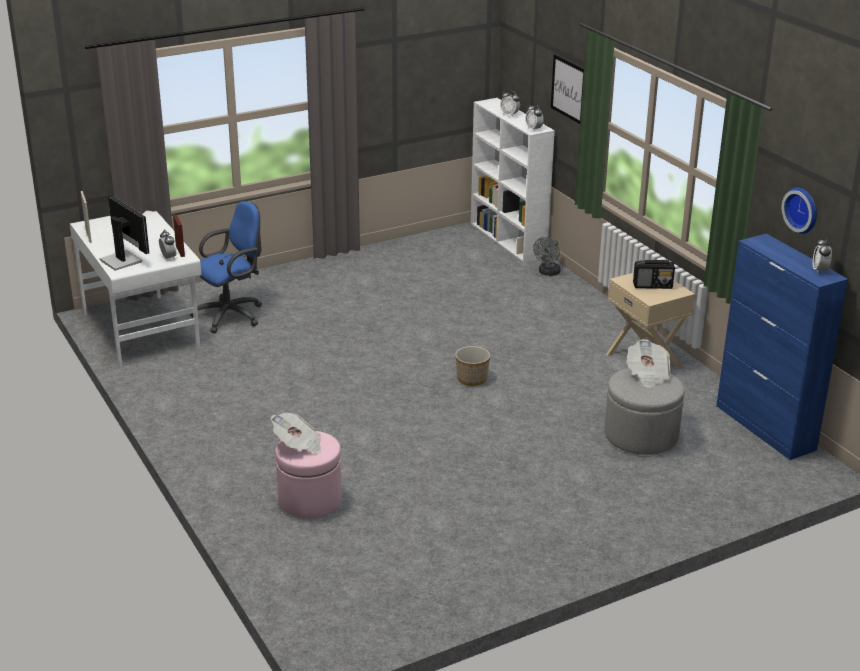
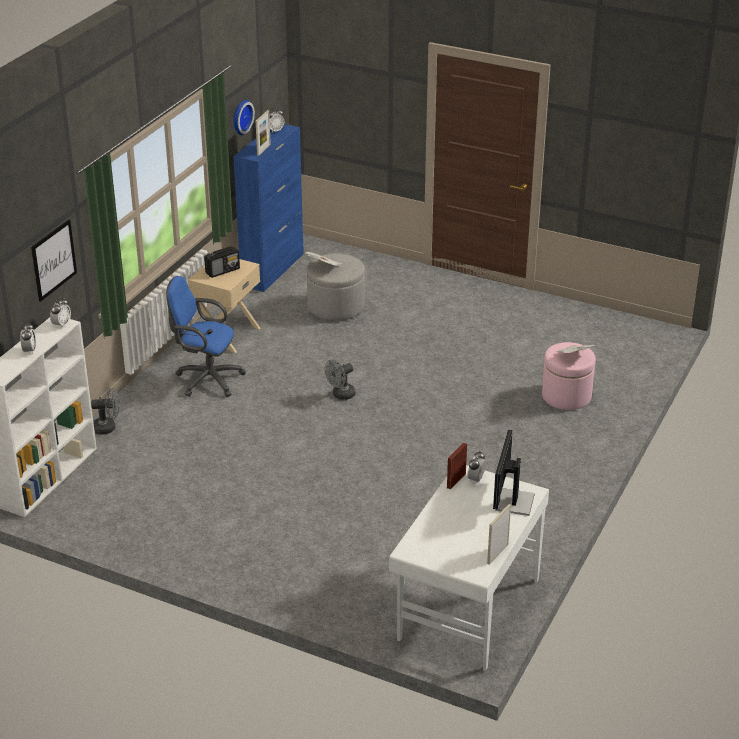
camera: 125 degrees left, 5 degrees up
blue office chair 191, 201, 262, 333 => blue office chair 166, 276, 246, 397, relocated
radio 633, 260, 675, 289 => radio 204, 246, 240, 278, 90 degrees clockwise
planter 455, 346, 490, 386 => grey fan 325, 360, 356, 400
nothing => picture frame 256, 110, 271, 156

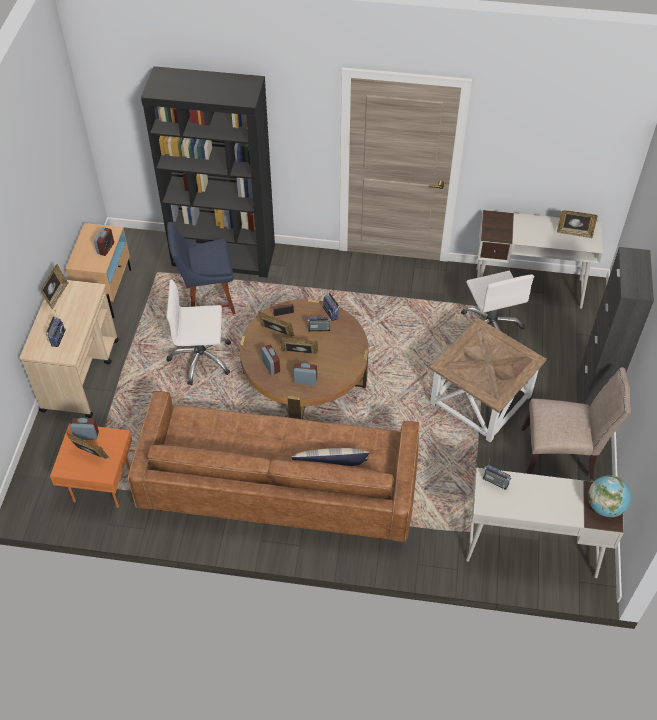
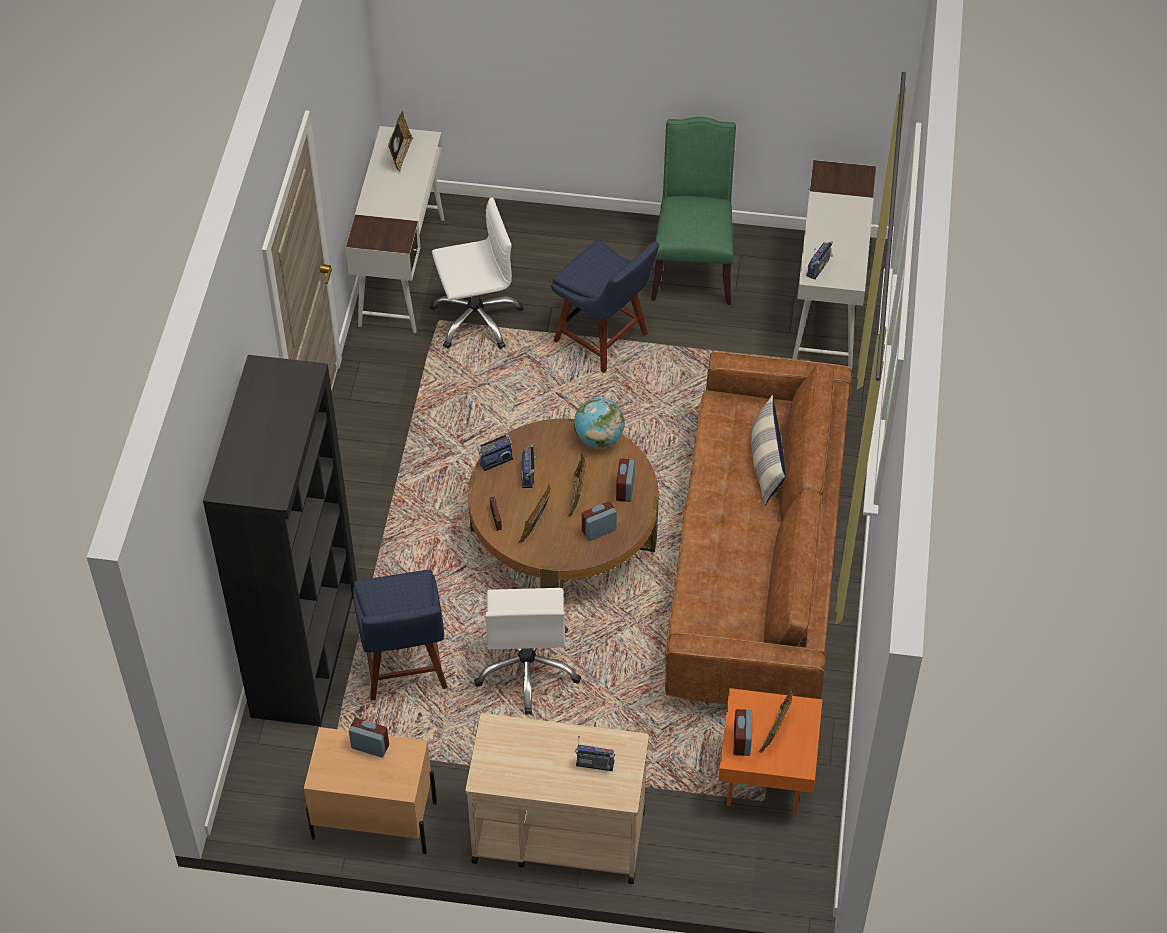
camera: 90 degrees left, 0 degrees up
black cabinet 578, 247, 654, 406 => nothing
picture frame 41, 264, 69, 309 => nothing
brown side table 430, 318, 547, 442 => blue chair 551, 240, 659, 373
beige chair 521, 367, 631, 479 => green chair 651, 117, 736, 305
globe 588, 476, 631, 517 => globe 574, 398, 625, 449, relocated

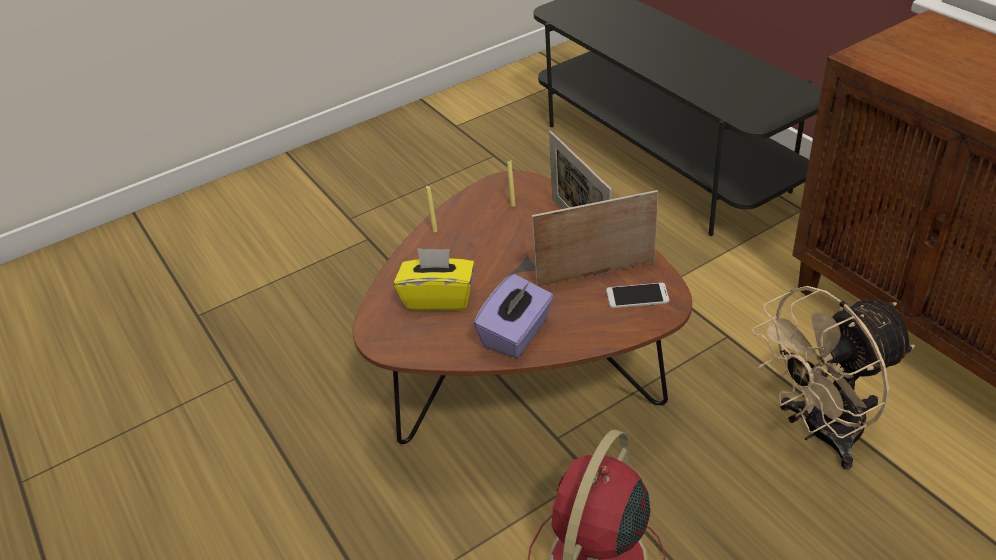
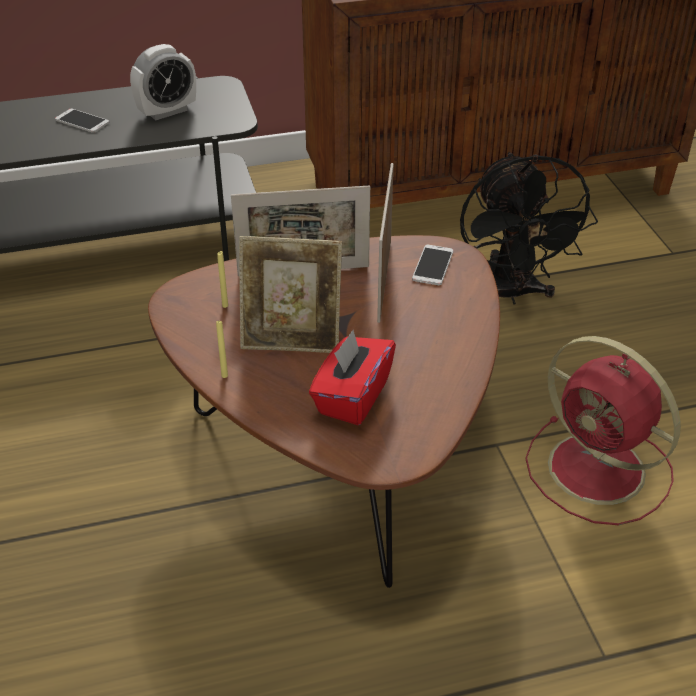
camera: 75 degrees left, 0 degrees up
yellow tissue box 394, 248, 475, 311 => red tissue box 309, 330, 396, 425
purple tissue box 473, 274, 553, 358 => nothing
beige fan 752, 286, 915, 470 => black fan 460, 152, 598, 305
nothing => alarm clock 130, 44, 196, 121
nothing => phone 55, 108, 109, 133
nothing => picture frame 239, 236, 342, 353

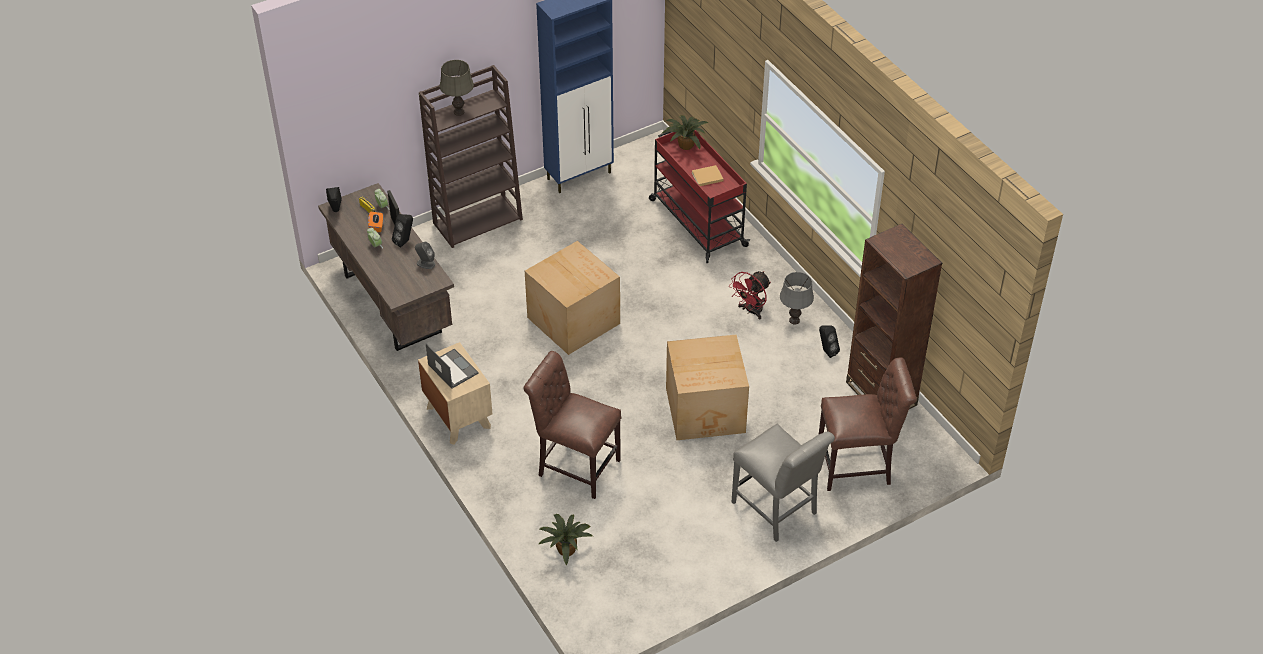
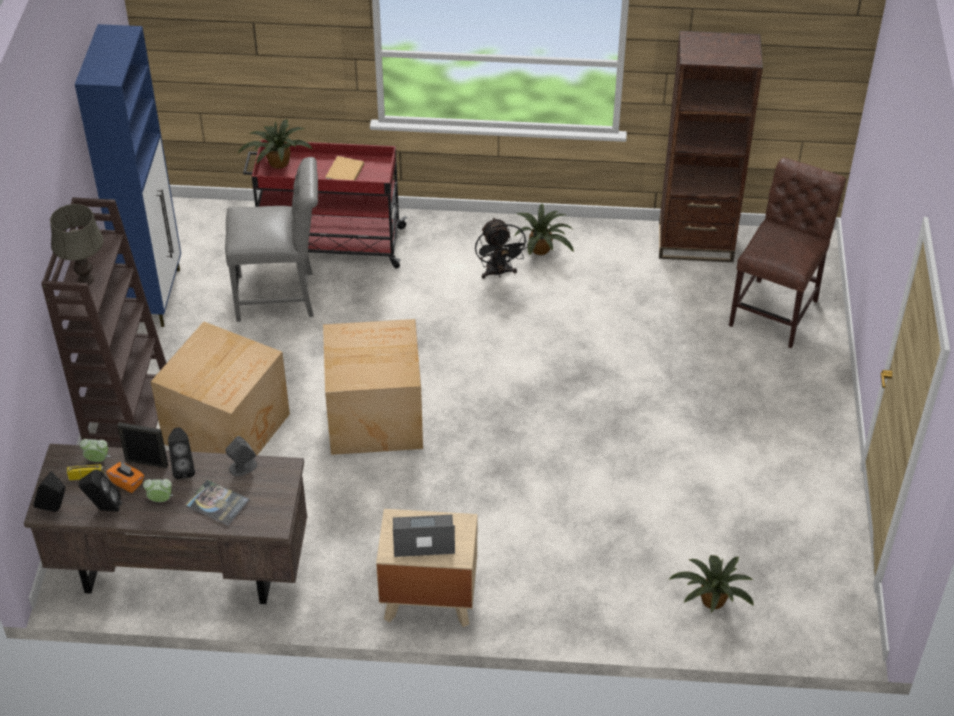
camera: 55 degrees left, 0 degrees up
red fan 729, 271, 771, 320 => black fan 475, 217, 528, 279
grey table lamp 780, 272, 814, 325 => potted plant 515, 204, 574, 255
black speaker 819, 325, 840, 358 => black speaker 79, 470, 122, 512, relocated
cardboard box 666, 335, 749, 440 => cardboard box 151, 321, 290, 455, relocated
brown chair 524, 351, 621, 499 => nothing
grey chair 732, 424, 835, 542 => grey chair 225, 157, 318, 322, relocated
nothing => book 185, 480, 250, 526

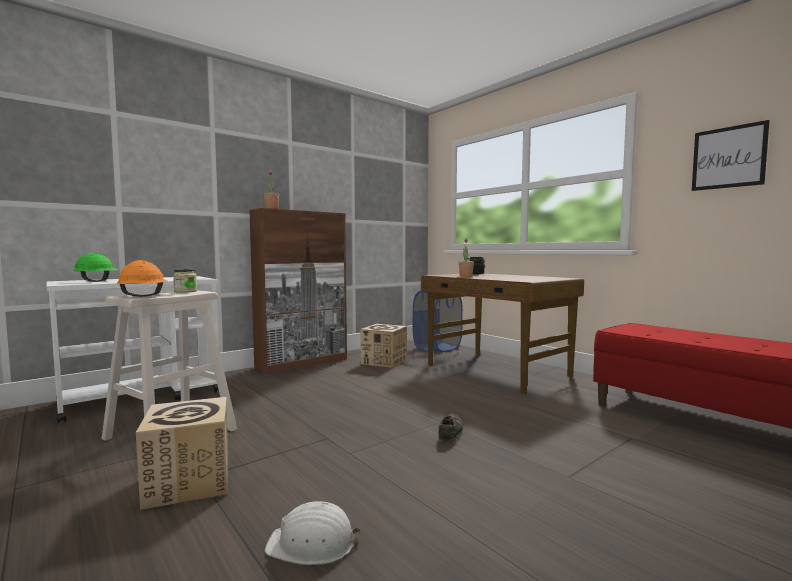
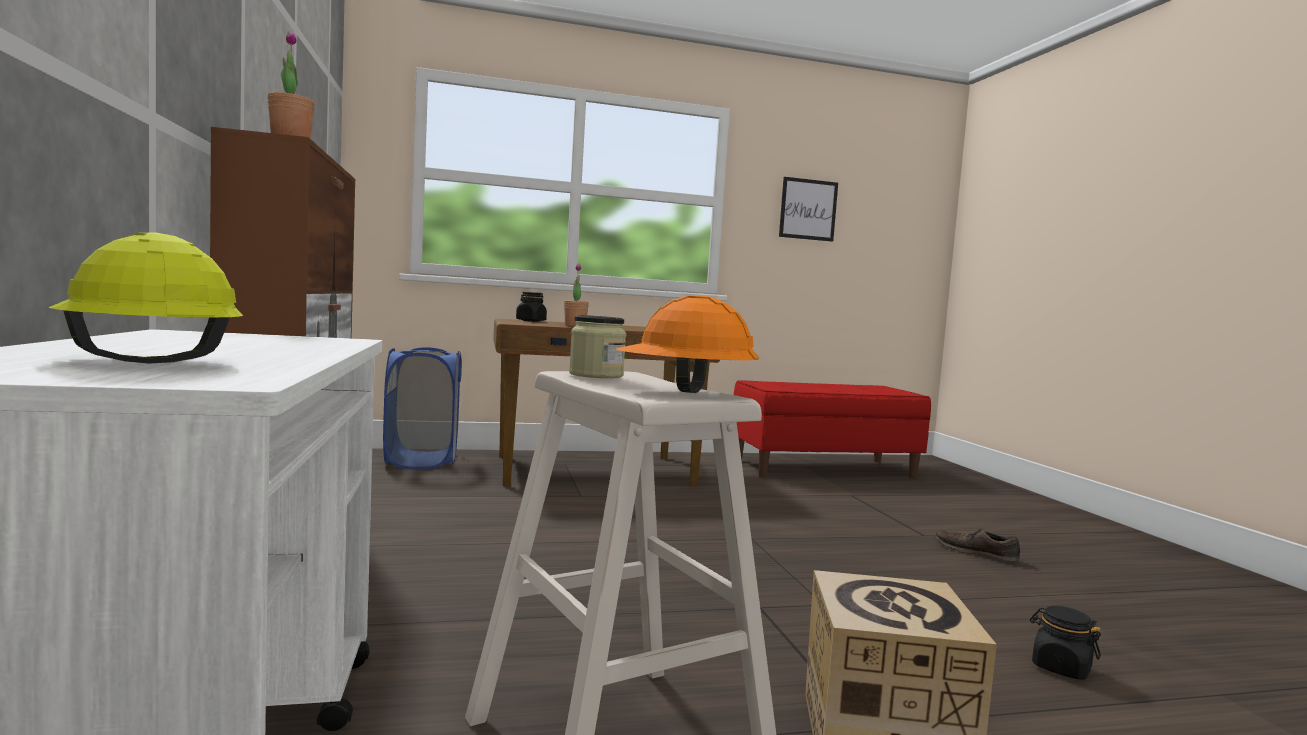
camera: 65 degrees left, 0 degrees up
green hard hat 73, 253, 120, 282 => yellow hard hat 48, 233, 243, 363
cardboard box 360, 324, 407, 368 => nothing
brown shoe 438, 414, 463, 442 => brown shoe 935, 528, 1020, 562, relocated
white hard hat 265, 501, 361, 565 => black jar 1030, 606, 1101, 680

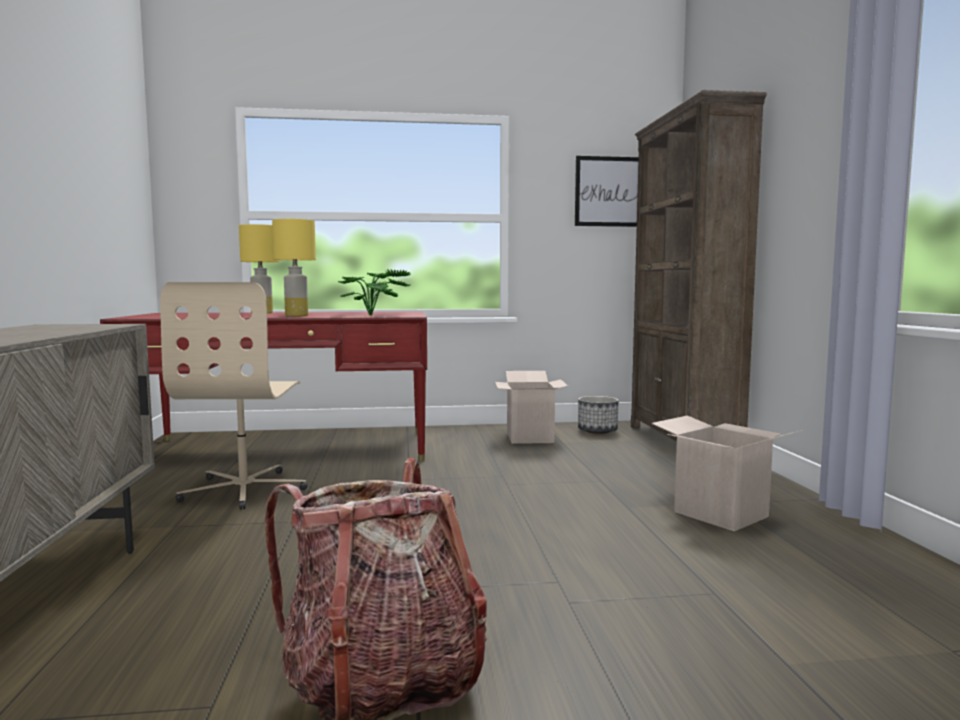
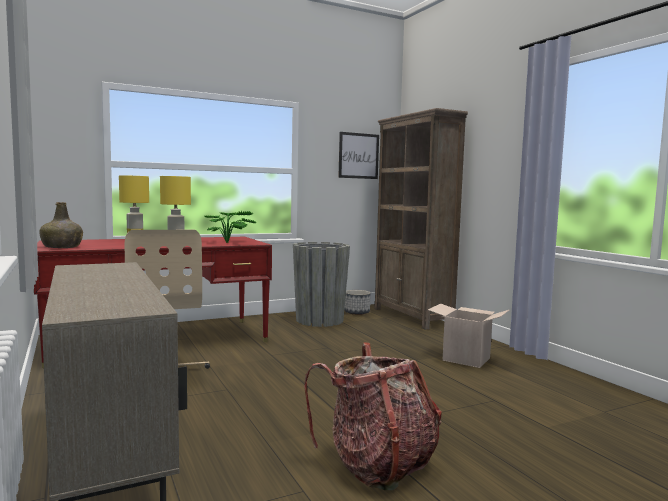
camera: 20 degrees left, 0 degrees up
cardboard box 495, 371, 568, 444 => grey planter 293, 242, 350, 327
nothing => green bottle 40, 202, 83, 248

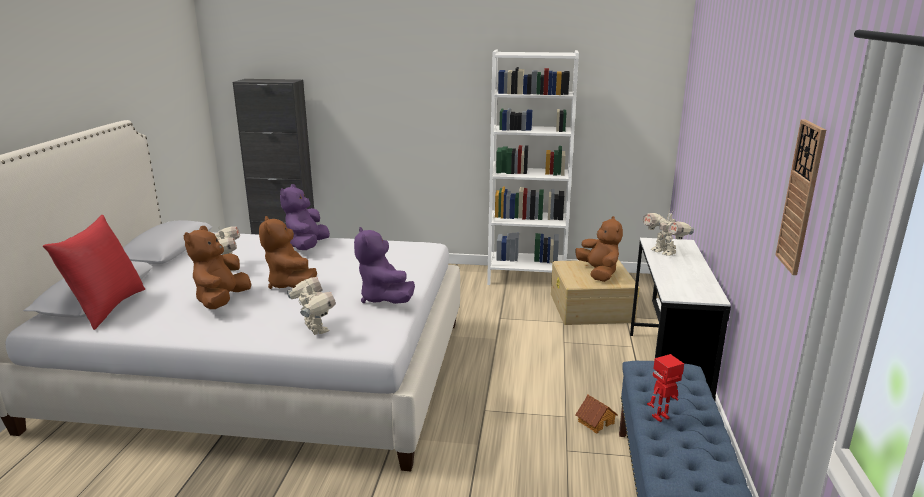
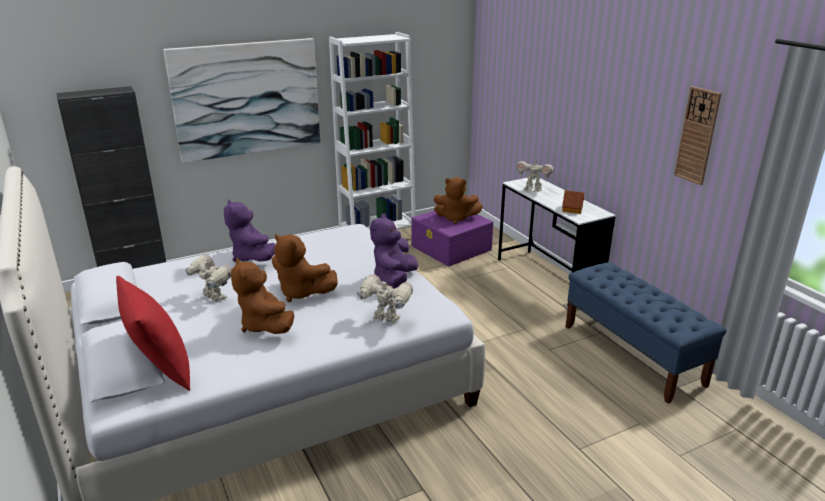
camera: 35 degrees left, 5 degrees up
brown plush toy 575, 216, 623, 282 => brown plush toy 434, 177, 483, 224, 150 degrees clockwise
purple plush toy 354, 227, 415, 304 => purple plush toy 370, 213, 418, 288, 75 degrees clockwise
beige storage box 551, 260, 640, 325 => purple storage box 411, 211, 493, 266
toy robot 647, 354, 684, 422 => nothing
toy house 575, 395, 618, 433 => toy house 562, 190, 585, 214, relocated
nothing => picture 163, 38, 320, 163

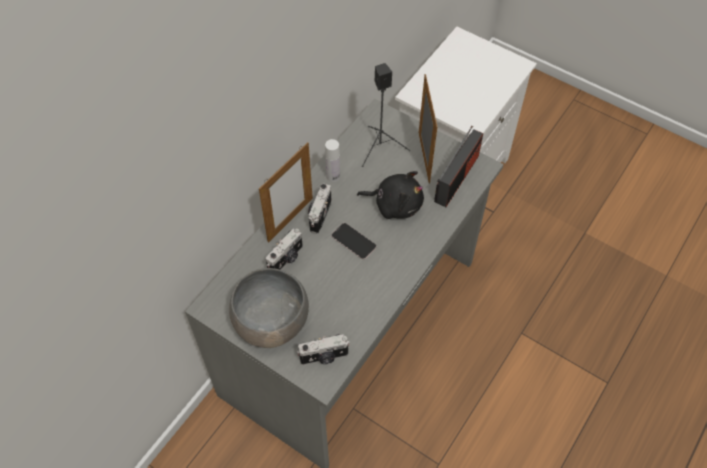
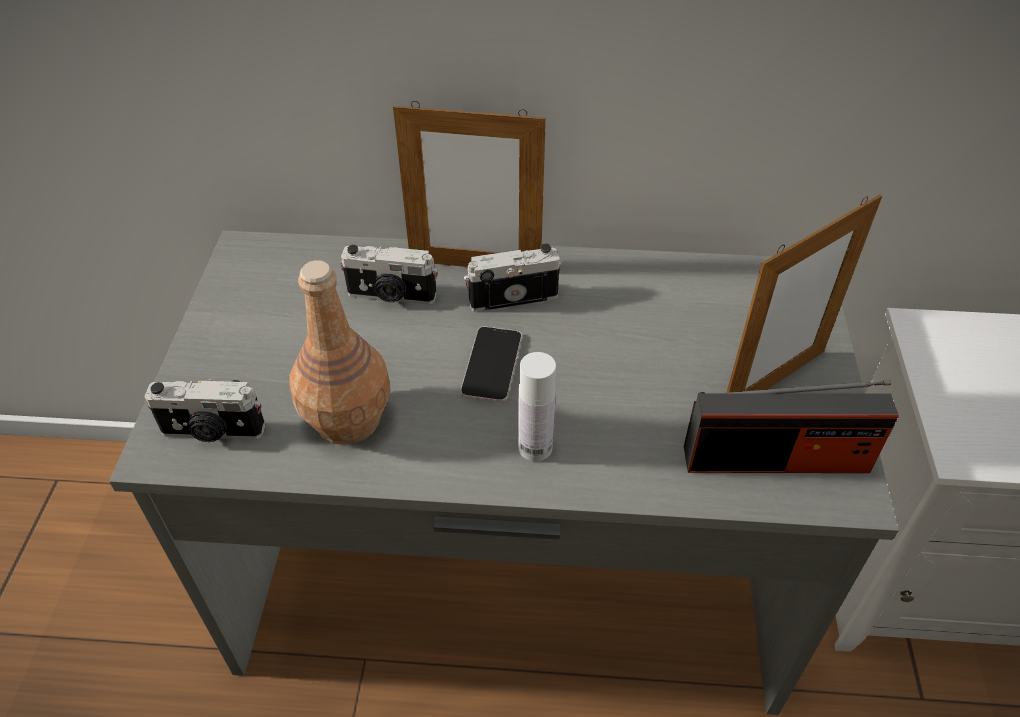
camera: 60 degrees right, 10 degrees down
black speaker 362, 63, 410, 167 => nothing
white bottle 325, 139, 340, 182 => white bottle 518, 352, 556, 461, relocated
black plush toy 357, 171, 424, 219 => nothing
grey bowl 229, 268, 309, 348 => nothing
photo camera 297, 334, 350, 365 => photo camera 145, 379, 265, 442, 45 degrees counterclockwise
nothing => brown bottle 290, 260, 390, 445

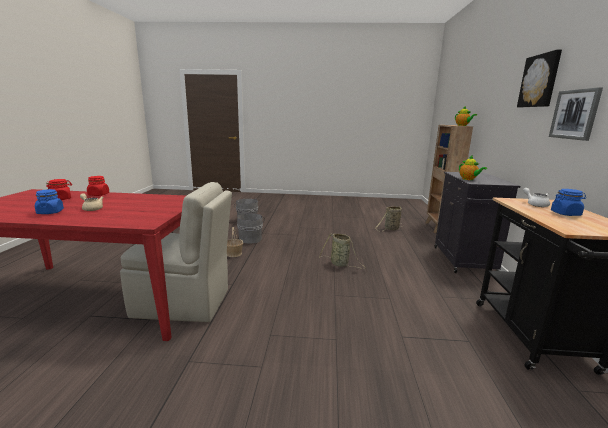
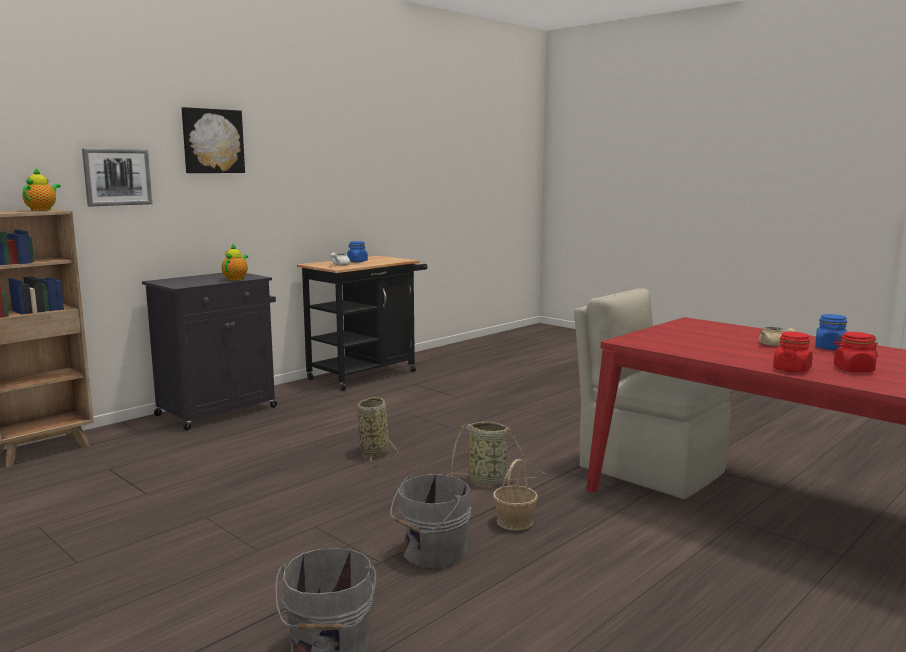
camera: 140 degrees left, 5 degrees down
picture 549, 87, 603, 141 => picture 82, 149, 152, 206, relocated
basket 375, 206, 404, 232 => basket 447, 421, 546, 485, relocated

